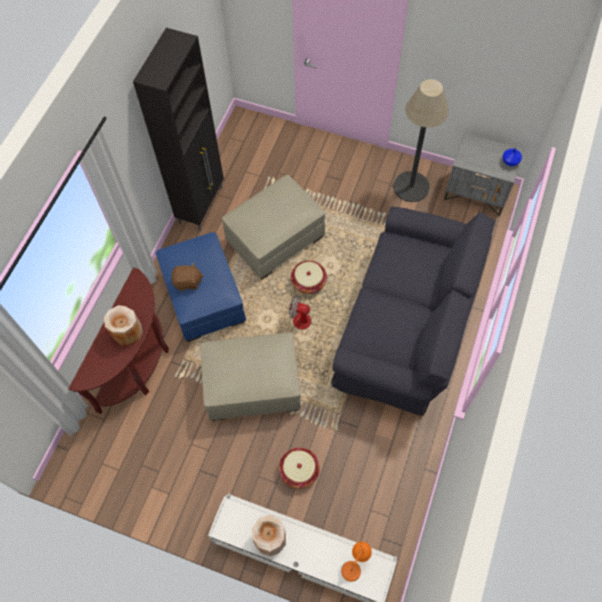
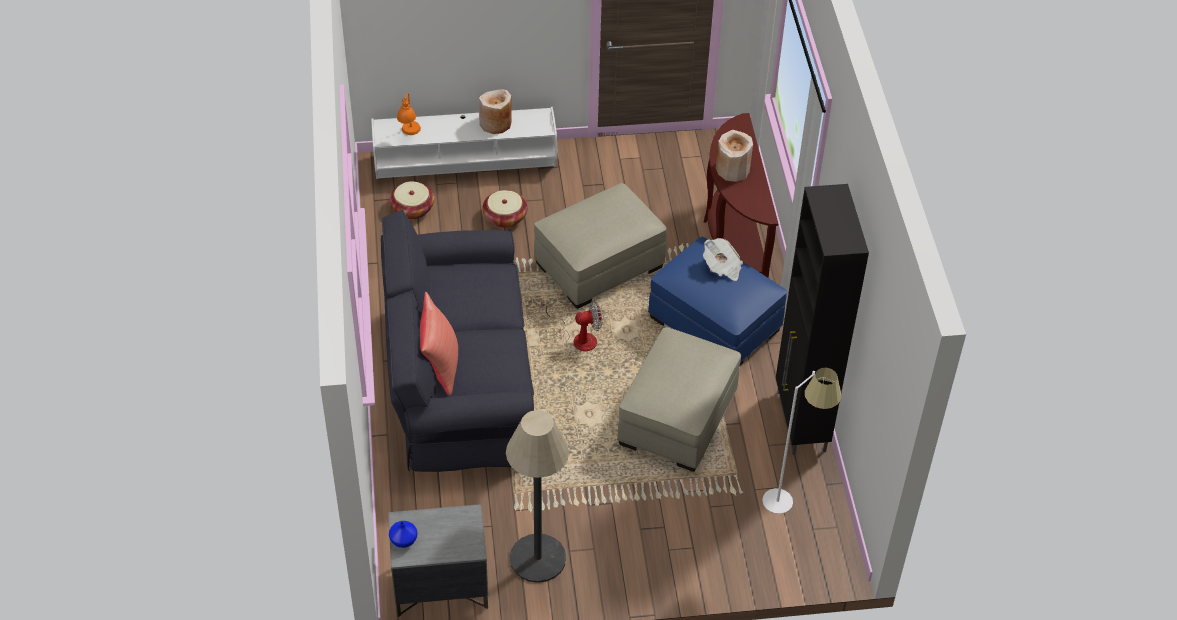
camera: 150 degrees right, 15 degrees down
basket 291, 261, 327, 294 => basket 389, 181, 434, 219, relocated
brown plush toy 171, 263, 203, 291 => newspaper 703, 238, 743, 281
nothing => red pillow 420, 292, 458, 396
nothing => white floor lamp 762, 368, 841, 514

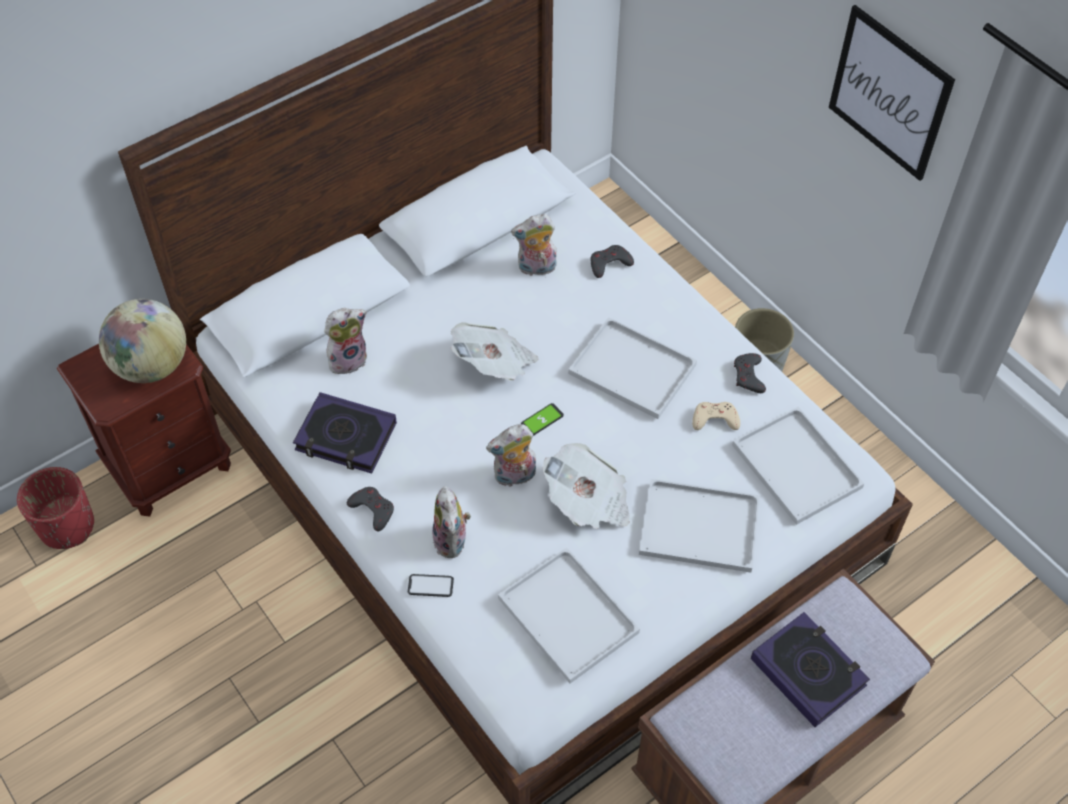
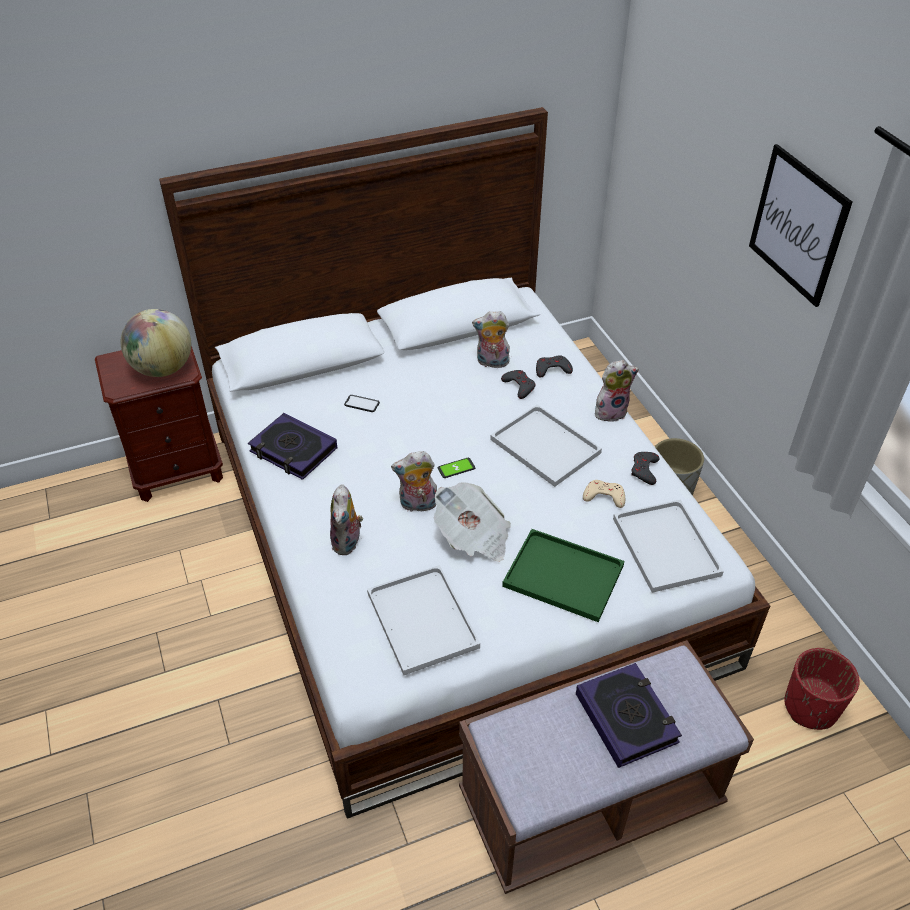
camera: 15 degrees right, 10 degrees down
plush toy 324, 308, 367, 374 => plush toy 595, 360, 639, 422, relocated
newspaper 450, 322, 539, 381 => nothing
red planter 17, 467, 94, 549 => red planter 784, 648, 860, 730, relocated
white tray 639, 479, 760, 573 => green tray 502, 529, 624, 622
grey game controller 347, 487, 394, 531 => grey game controller 501, 370, 536, 399, relocated
phone 408, 574, 454, 597 => phone 344, 395, 380, 412, relocated

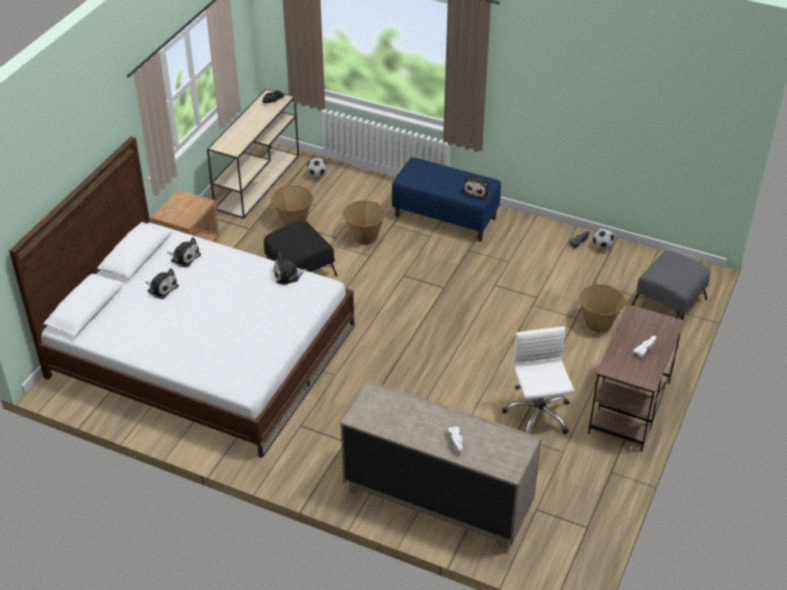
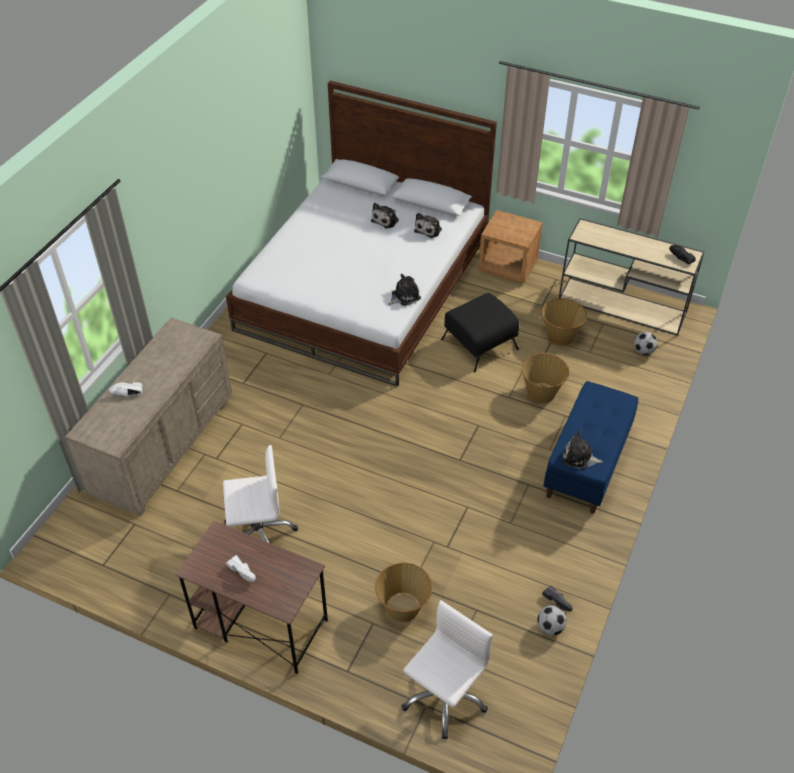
camera: 90 degrees right, 5 degrees up
grey ottoman 632, 250, 710, 320 => white office chair 401, 600, 493, 739
plush toy 273, 253, 307, 285 => plush toy 389, 274, 421, 306, 75 degrees clockwise

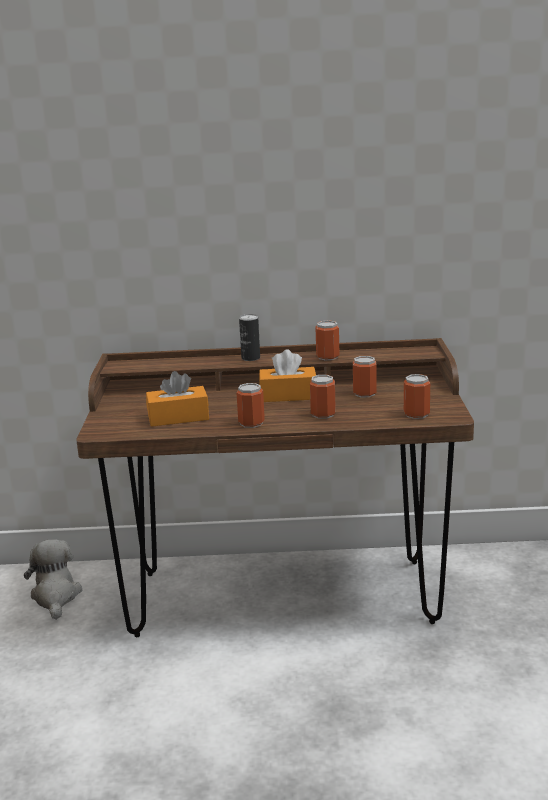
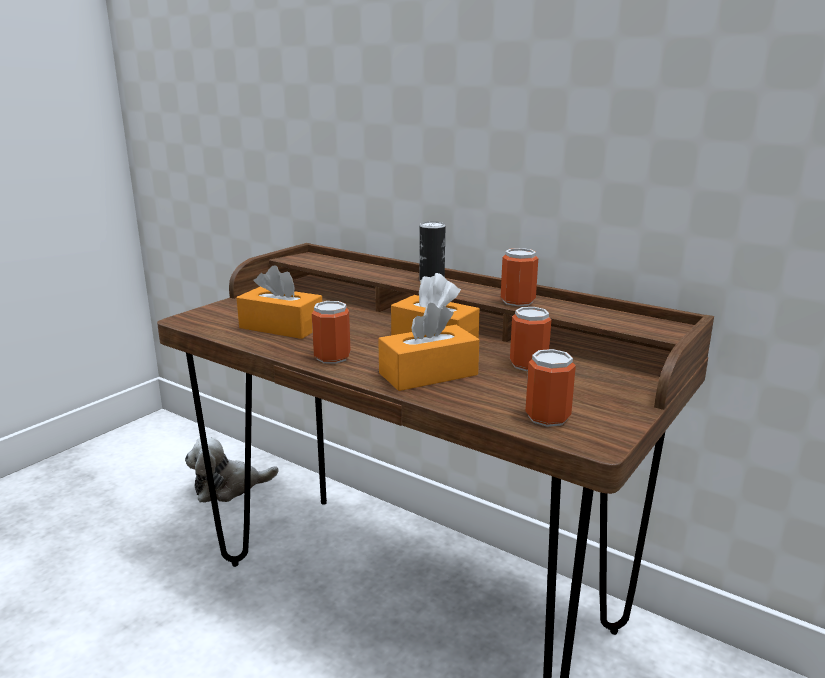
camera: 35 degrees right, 0 degrees up
can 310, 375, 336, 419 => orange tissue box 378, 303, 479, 391
plush toy 24, 539, 82, 620 => plush toy 185, 436, 279, 503, 135 degrees counterclockwise

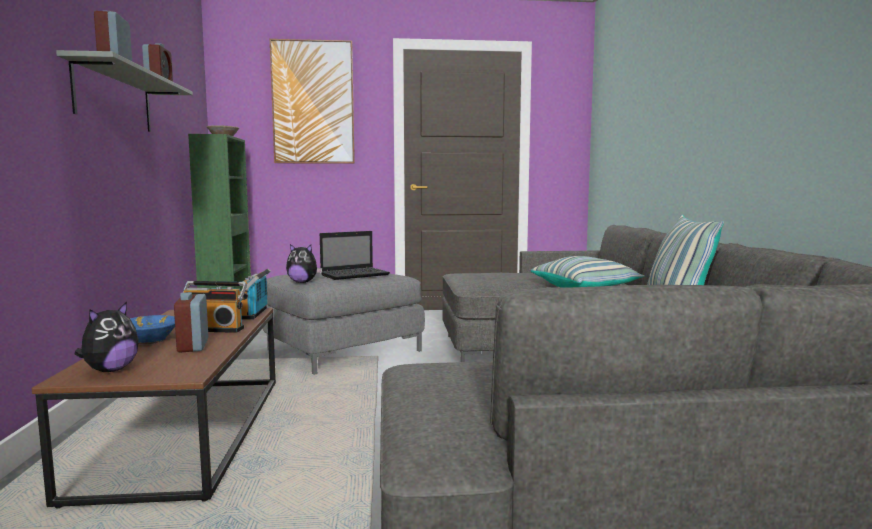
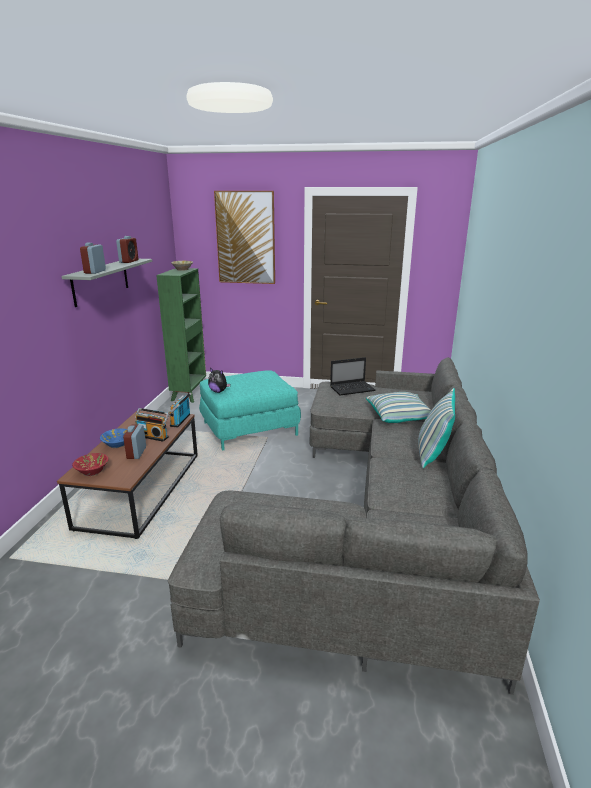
camera: 15 degrees right, 15 degrees up
laptop 320, 231, 390, 280 => laptop 330, 357, 375, 396, relocated
grey ottoman 263, 268, 425, 375 => turquoise ottoman 199, 370, 301, 451
plush toy 75, 302, 139, 372 => red bowl 72, 453, 108, 476

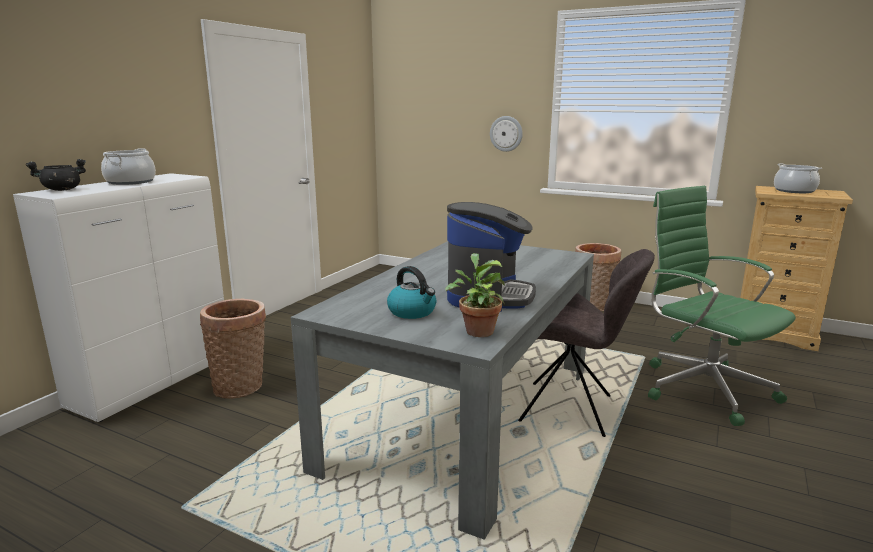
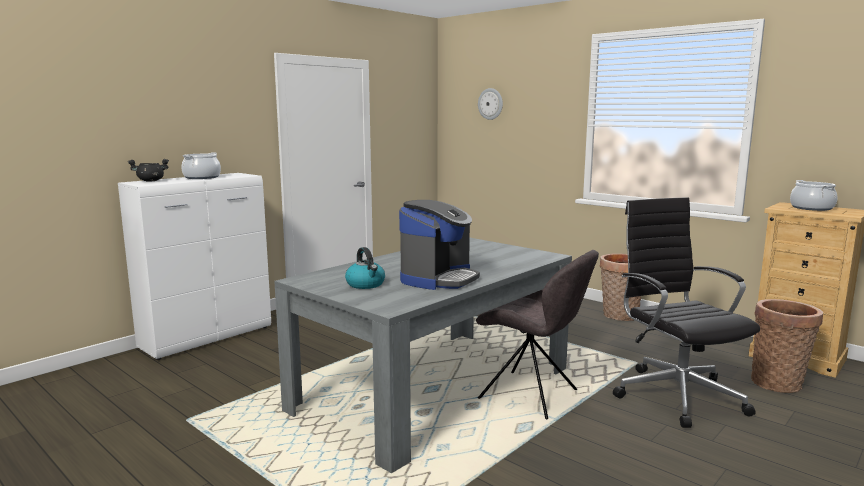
camera: 15 degrees right, 5 degrees down
wall clock 490, 116, 523, 152 => wall clock 478, 88, 503, 120, relocated
green office chair 648, 186, 796, 426 => black office chair 613, 197, 760, 428
potted plant 445, 253, 505, 337 => nothing
basket 200, 299, 266, 399 => basket 751, 299, 823, 393, relocated

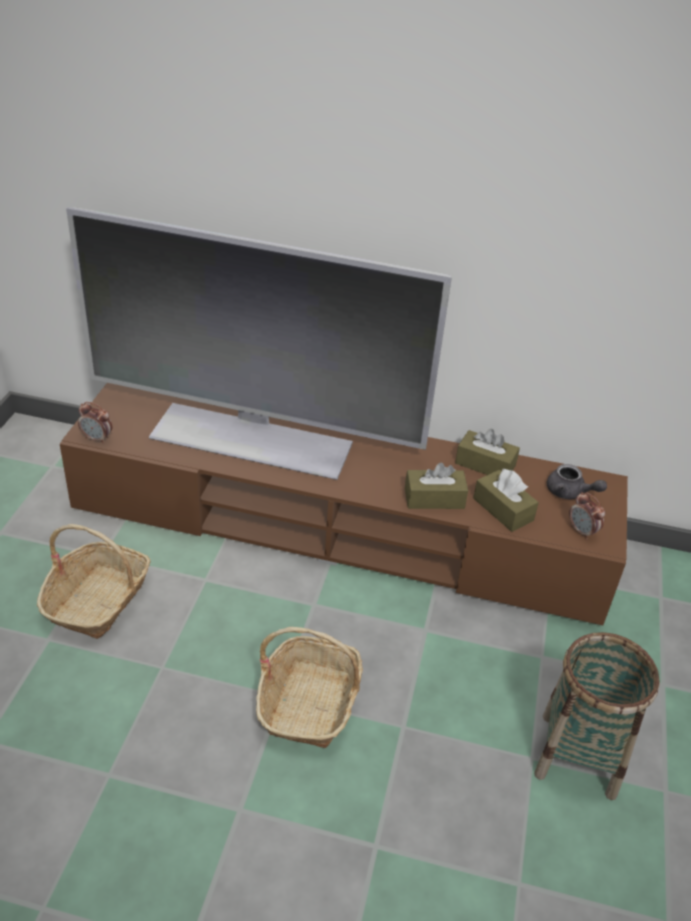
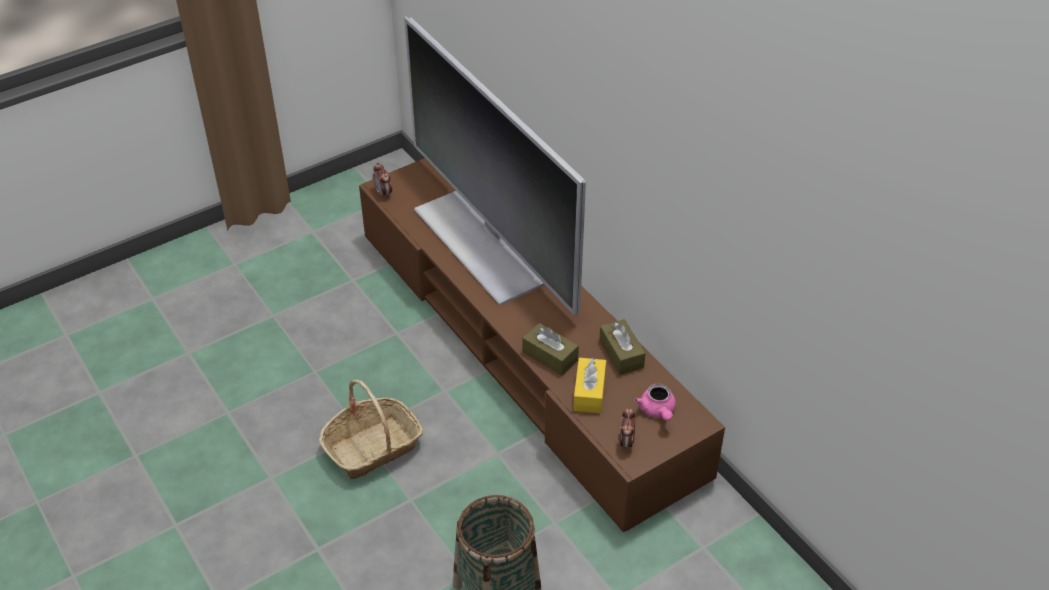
camera: 45 degrees right, 5 degrees up
grey teapot 547, 464, 607, 499 => pink teapot 635, 384, 676, 421
brown tissue box 473, 468, 539, 532 => yellow tissue box 573, 357, 606, 413
basket 37, 524, 150, 639 => nothing

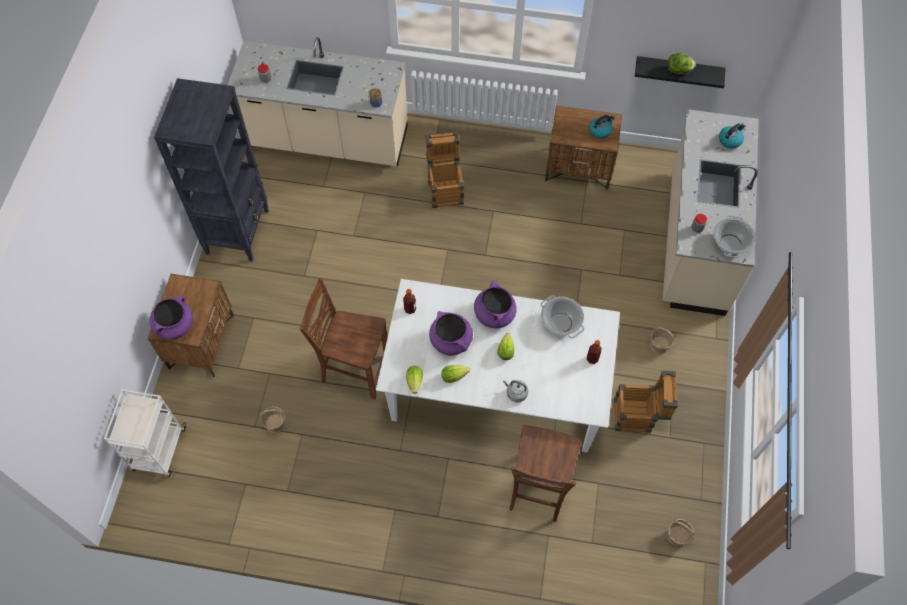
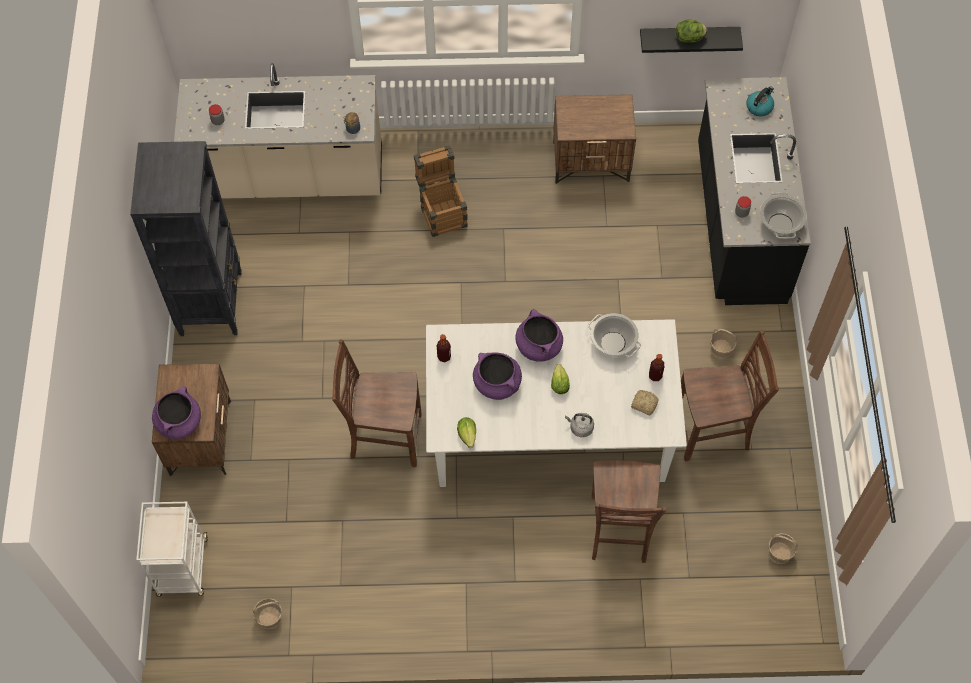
camera: 10 degrees left, 0 degrees up
beige counter 662, 109, 759, 316 => black counter 698, 77, 811, 305
kettle 589, 115, 615, 139 => nothing
lettuce 441, 365, 470, 383 => nothing
crate 614, 371, 678, 433 => brown chair 681, 331, 779, 461
basket 260, 407, 285, 433 => basket 253, 598, 282, 629, relocated
nothing => bread 631, 390, 659, 415

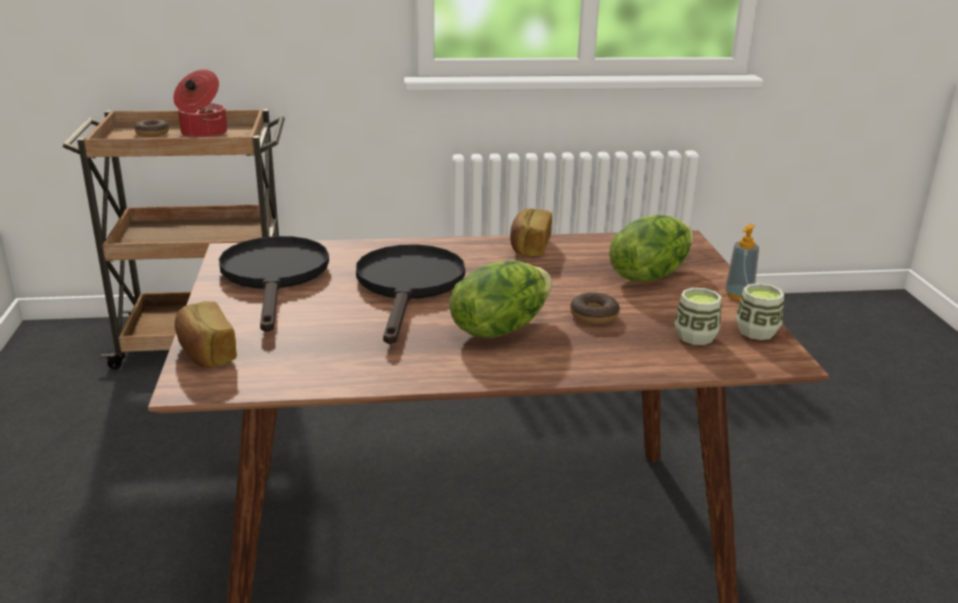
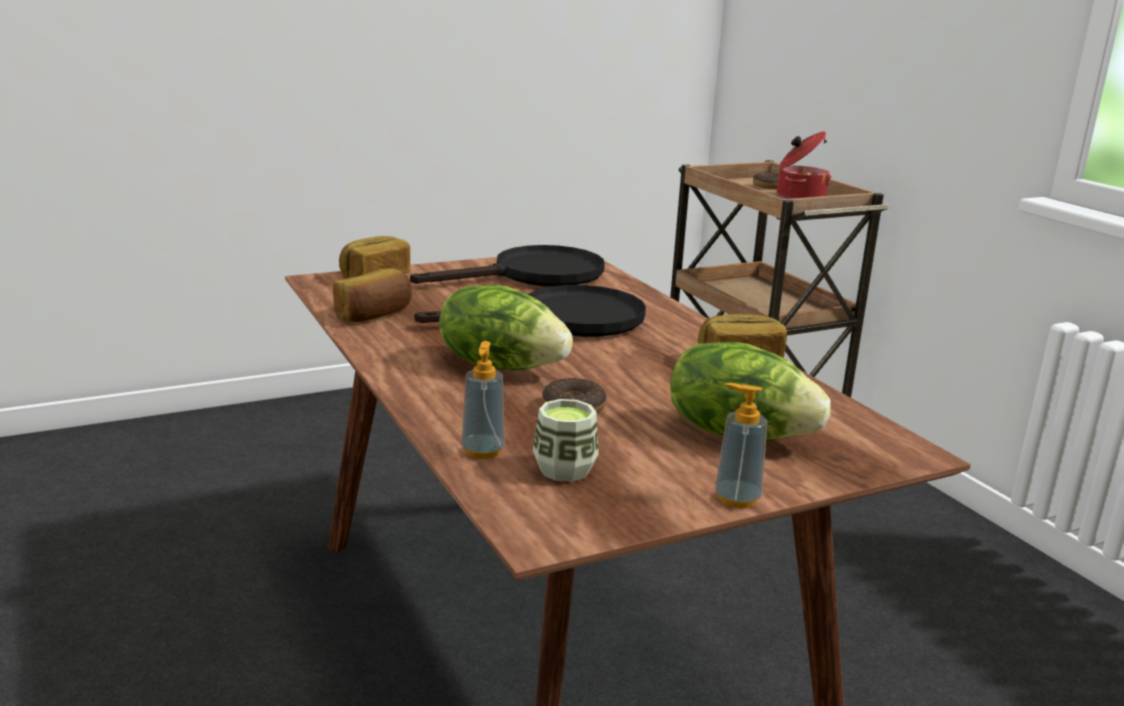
camera: 70 degrees right, 5 degrees down
cup 736, 283, 784, 340 => nothing
nothing => bread 333, 268, 412, 322
nothing => soap dispenser 461, 341, 505, 459

